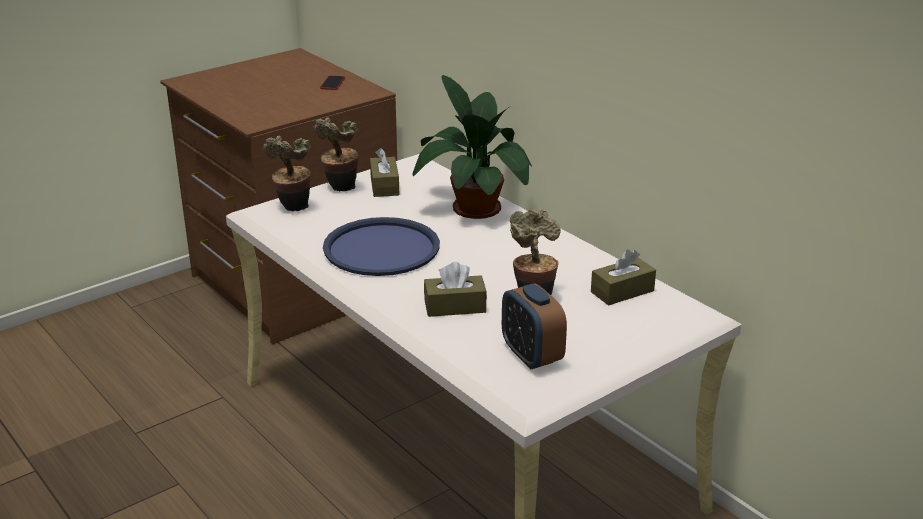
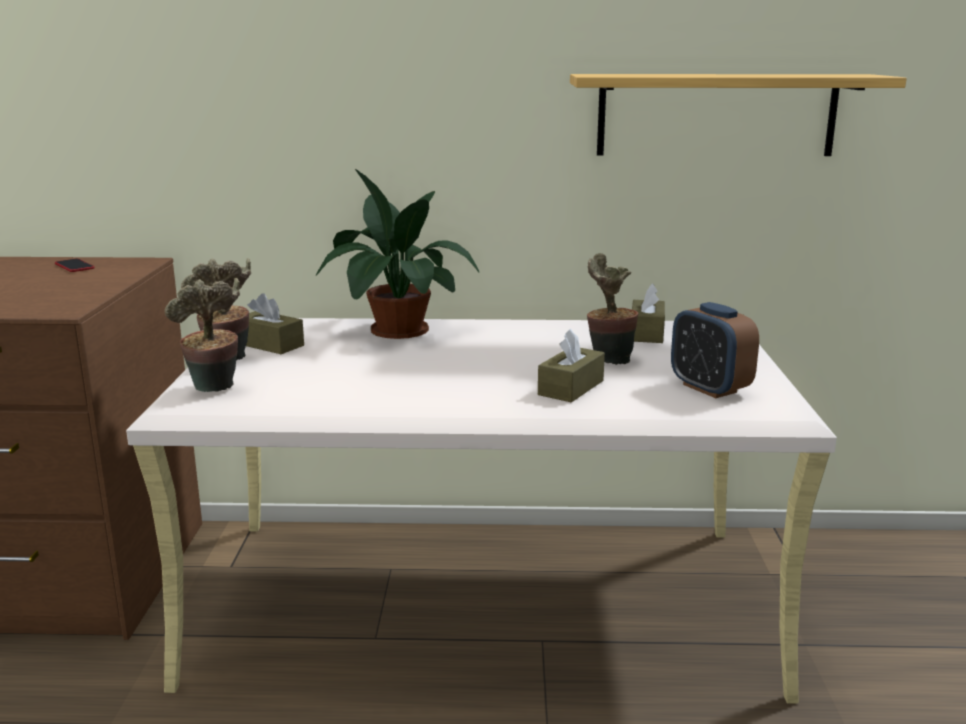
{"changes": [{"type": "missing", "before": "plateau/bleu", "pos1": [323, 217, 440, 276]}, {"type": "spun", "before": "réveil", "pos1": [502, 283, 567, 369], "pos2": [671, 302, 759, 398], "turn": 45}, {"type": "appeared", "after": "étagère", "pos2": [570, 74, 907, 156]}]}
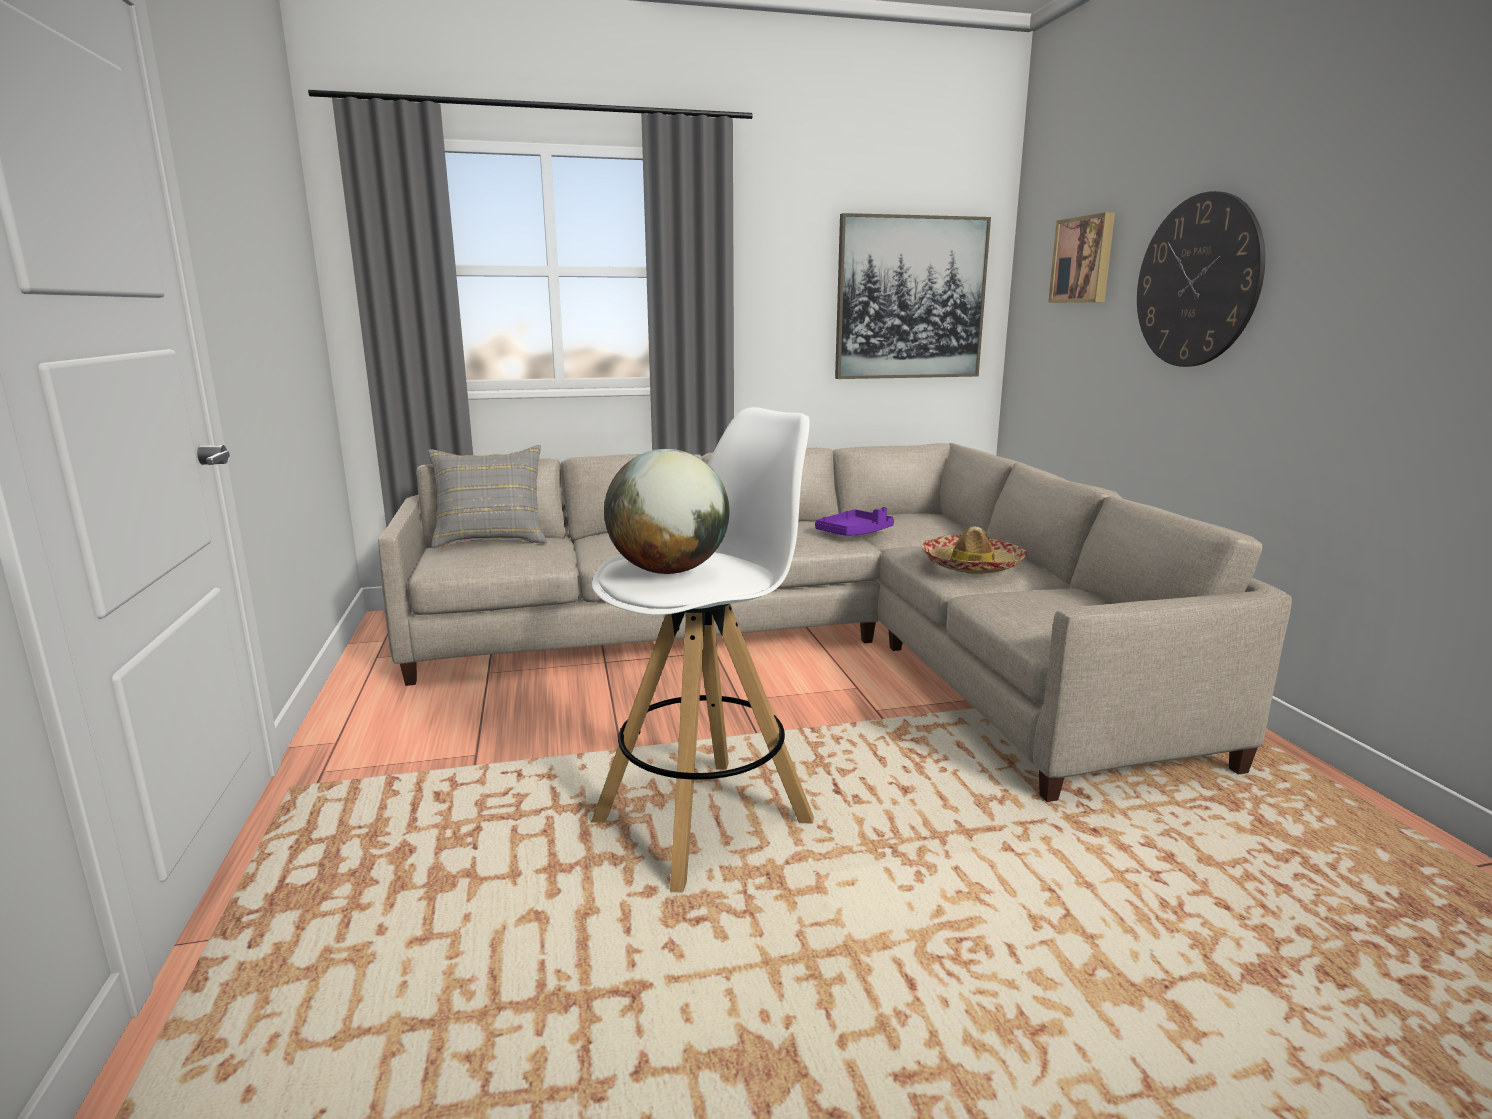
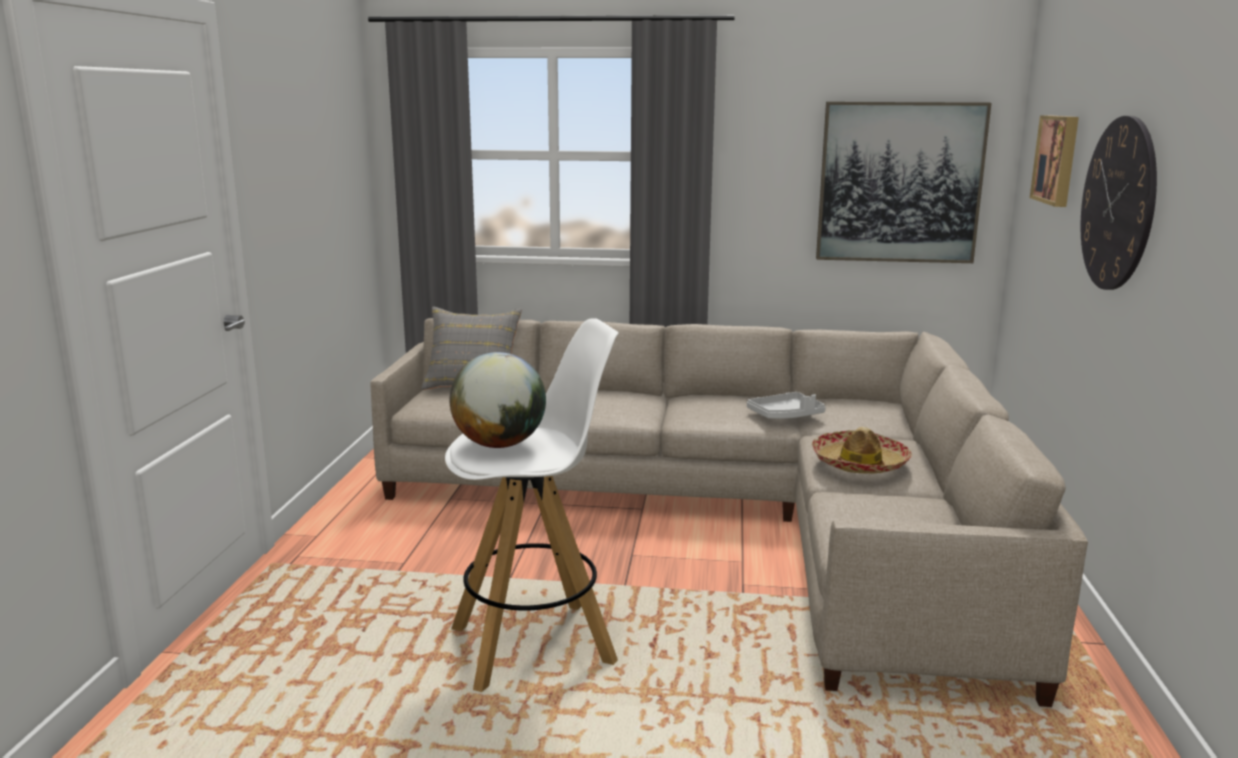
{"changes": [{"type": "colour", "before": "plateau/violet", "after": "plateau/gris", "pos1": [815, 507, 894, 536], "pos2": [747, 392, 826, 419]}]}
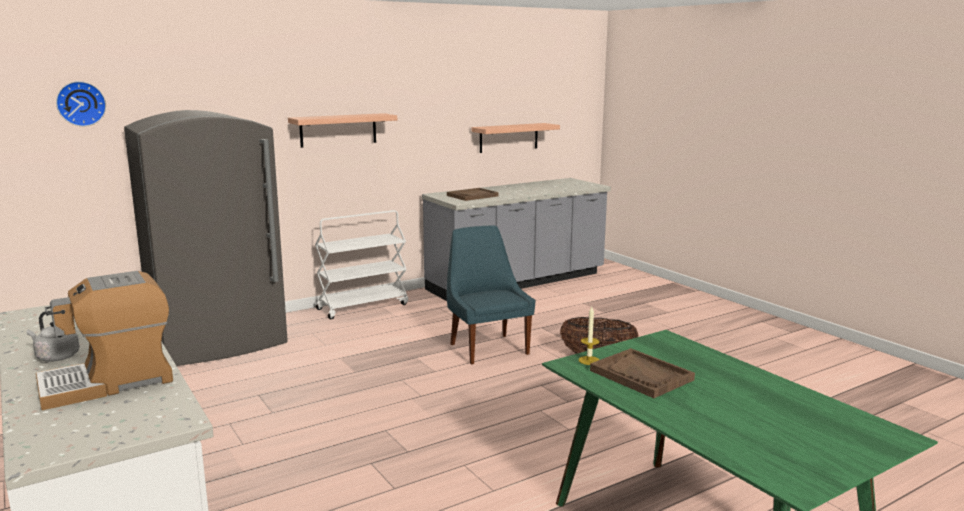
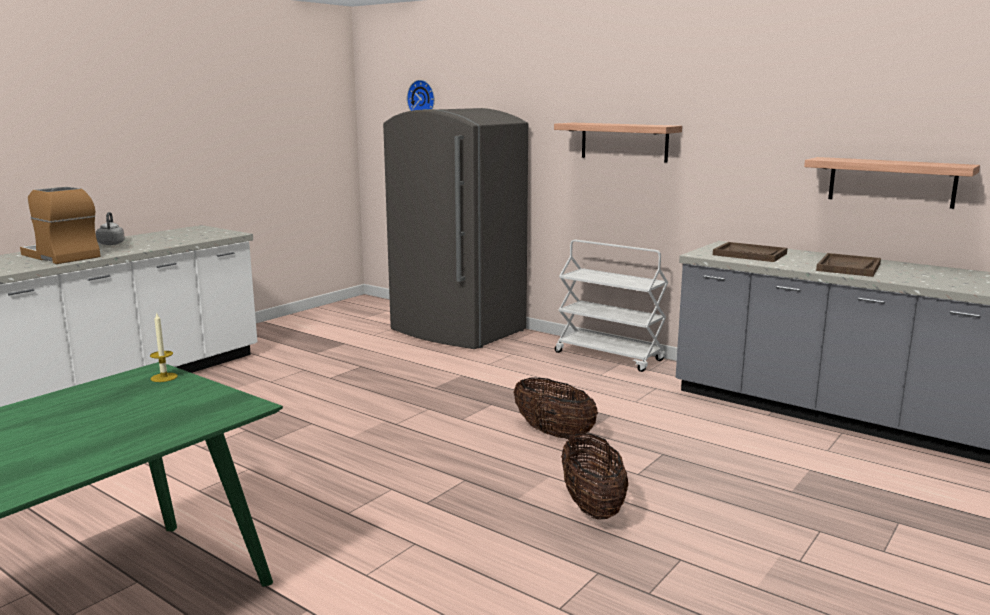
{"changes": [{"type": "exchanged", "before": "chaise/bleu", "after": "panier", "pos1": [447, 226, 535, 364], "pos2": [513, 377, 598, 439]}, {"type": "relocated", "before": "plateau/marron", "pos1": [590, 348, 695, 398], "pos2": [816, 253, 881, 277]}]}
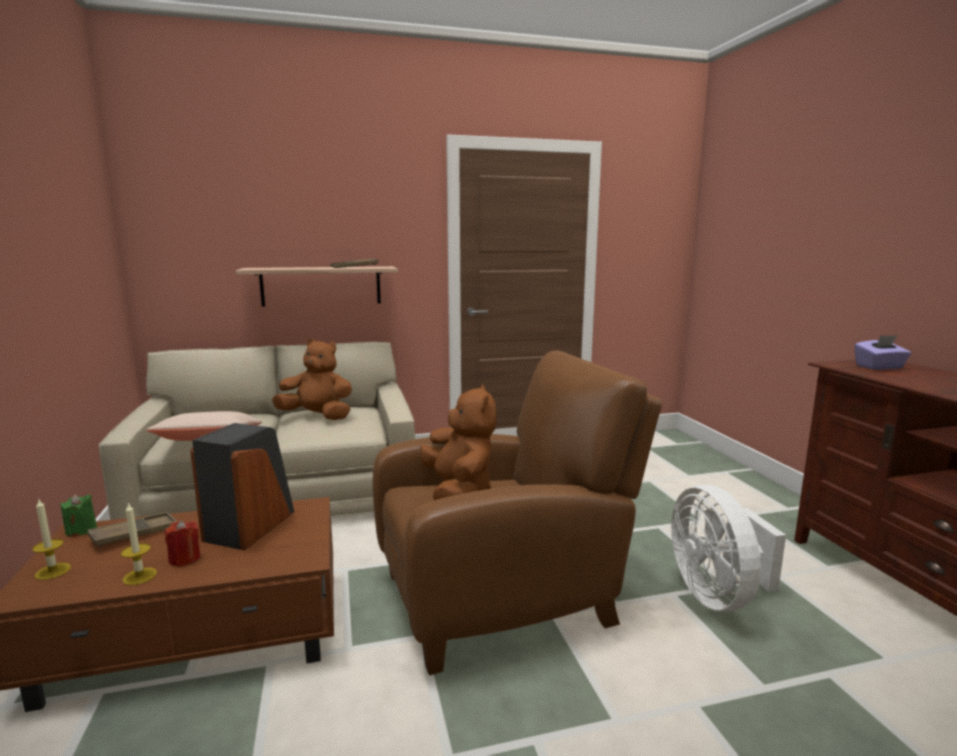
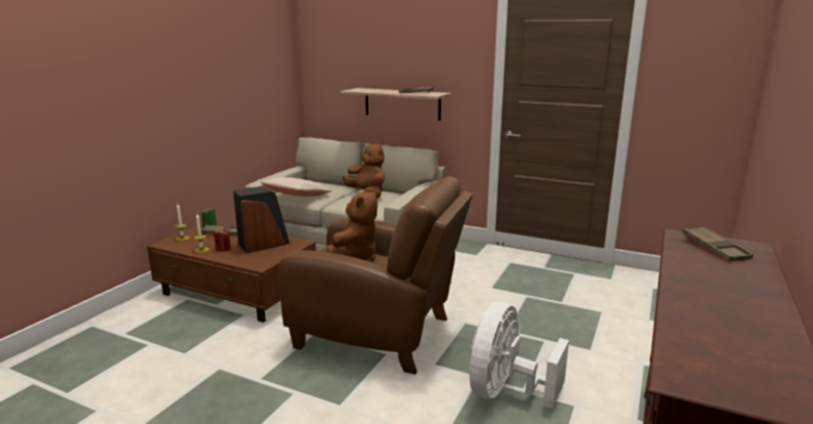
{"changes": [{"type": "exchanged", "before": "boîte à mouchoirs/violet", "after": "plateau/marron", "pos1": [854, 335, 911, 370], "pos2": [682, 227, 753, 261]}]}
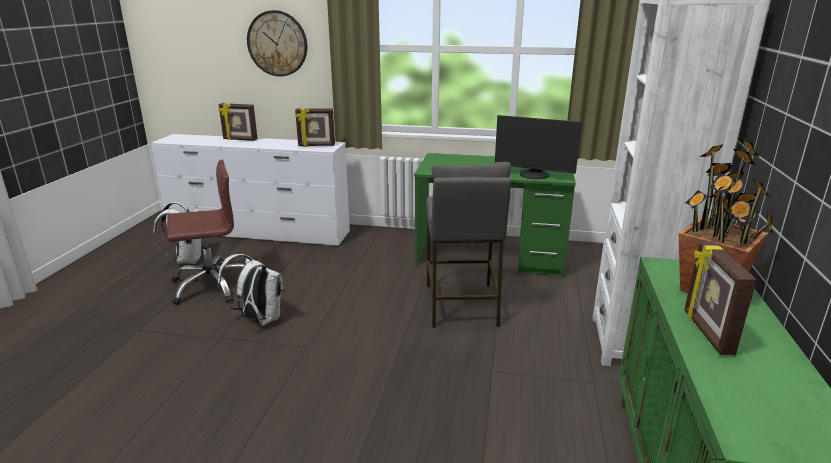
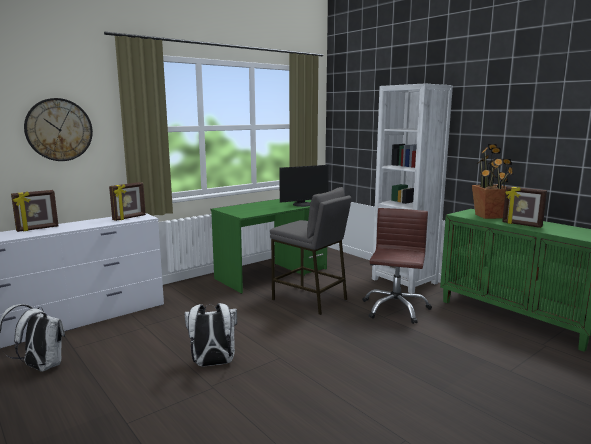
{"changes": [{"type": "relocated", "before": "chaise de bureau/marron", "pos1": [167, 160, 245, 305], "pos2": [362, 208, 432, 324]}]}
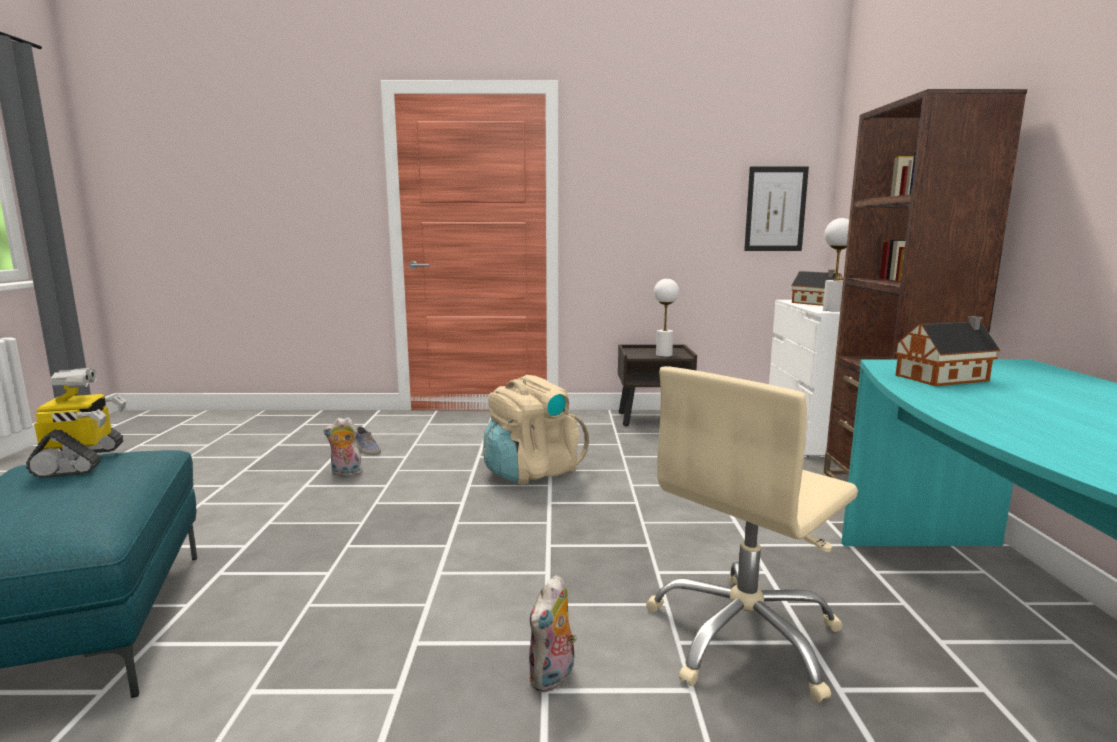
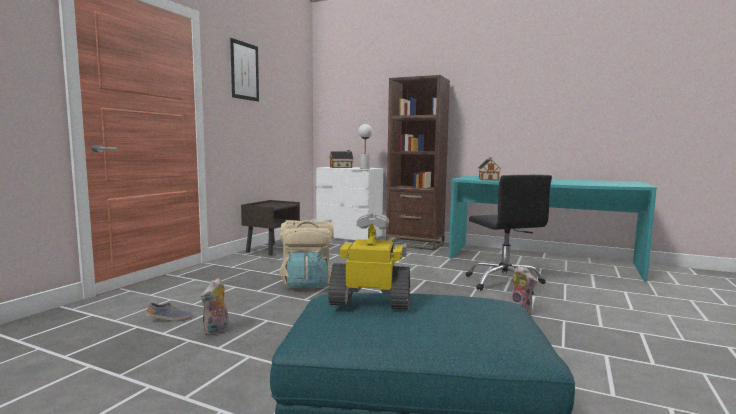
{"changes": [{"type": "relocated", "before": "tableau", "pos1": [744, 166, 809, 251], "pos2": [230, 38, 259, 102]}, {"type": "missing", "before": "lampe de table/blanc", "pos1": [654, 279, 679, 357]}, {"type": "colour", "before": "chaise de bureau/beige", "after": "chaise de bureau/noir", "pos1": [646, 366, 858, 702], "pos2": [466, 175, 552, 295]}]}
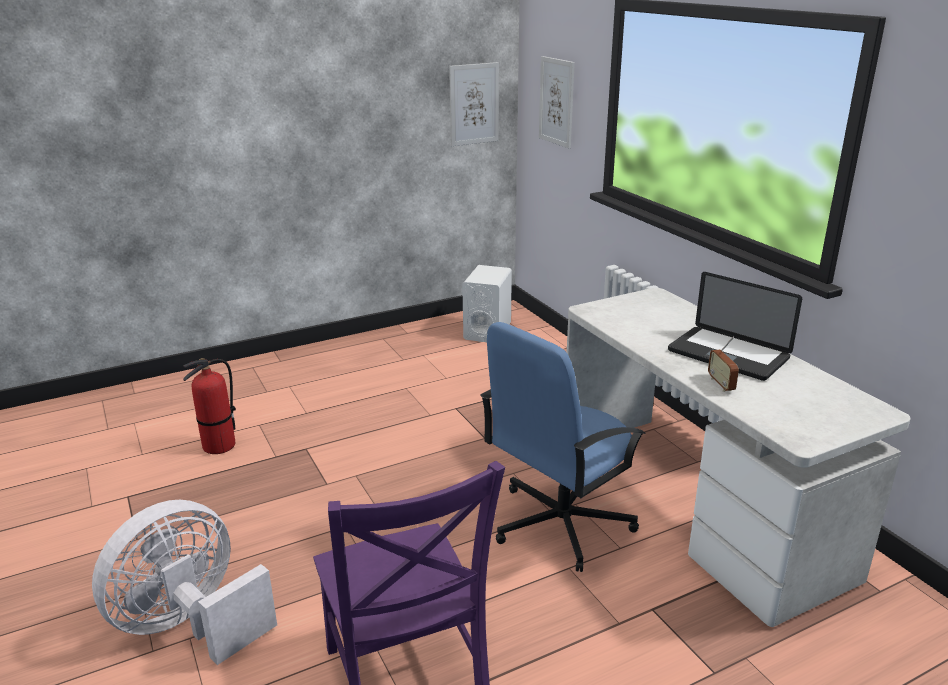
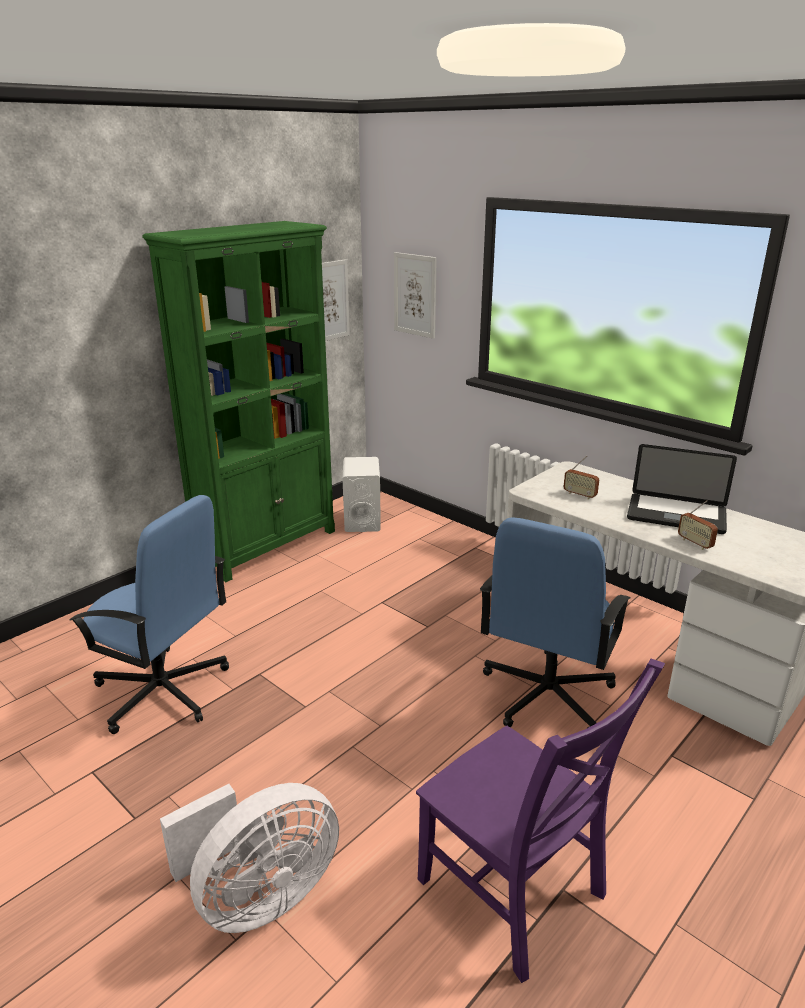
{"changes": [{"type": "exchanged", "before": "extincteur", "after": "chaise de bureau/bleu", "pos1": [183, 358, 236, 454], "pos2": [69, 495, 229, 734]}, {"type": "spun", "before": "ventilateur/blanc", "pos1": [92, 500, 277, 665], "pos2": [160, 783, 339, 933], "turn": -150}, {"type": "appeared", "after": "bibliothèque/vert", "pos2": [142, 221, 335, 582]}, {"type": "appeared", "after": "radio", "pos2": [564, 456, 599, 499]}]}
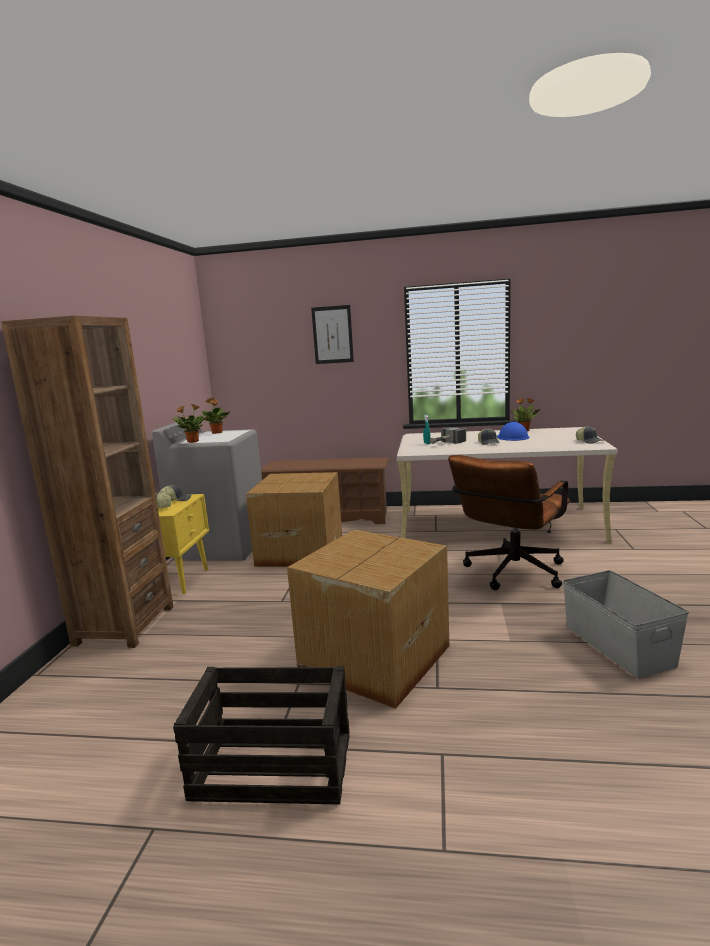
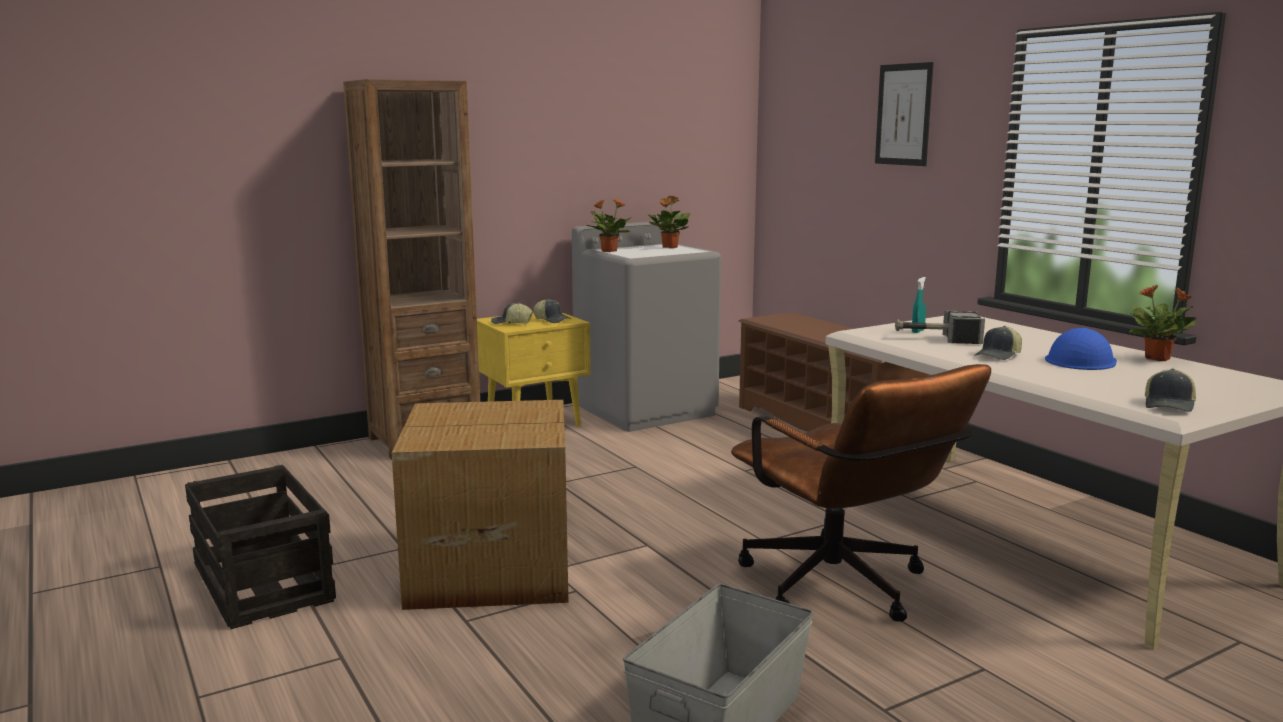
{"changes": [{"type": "spun", "before": "chaise de bureau/marron", "pos1": [448, 455, 570, 590], "pos2": [731, 364, 991, 622], "turn": -120}, {"type": "missing", "before": "carton", "pos1": [246, 472, 342, 567]}]}
